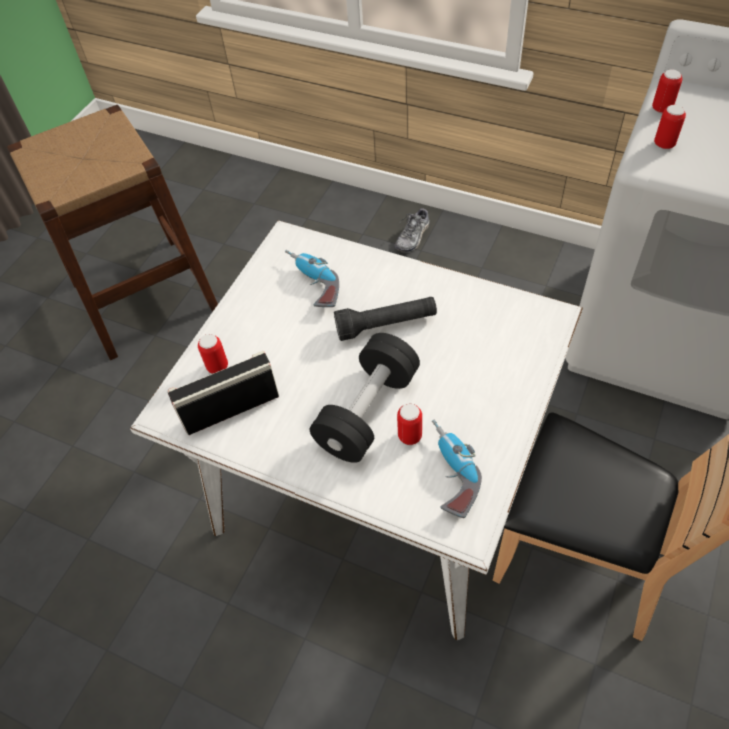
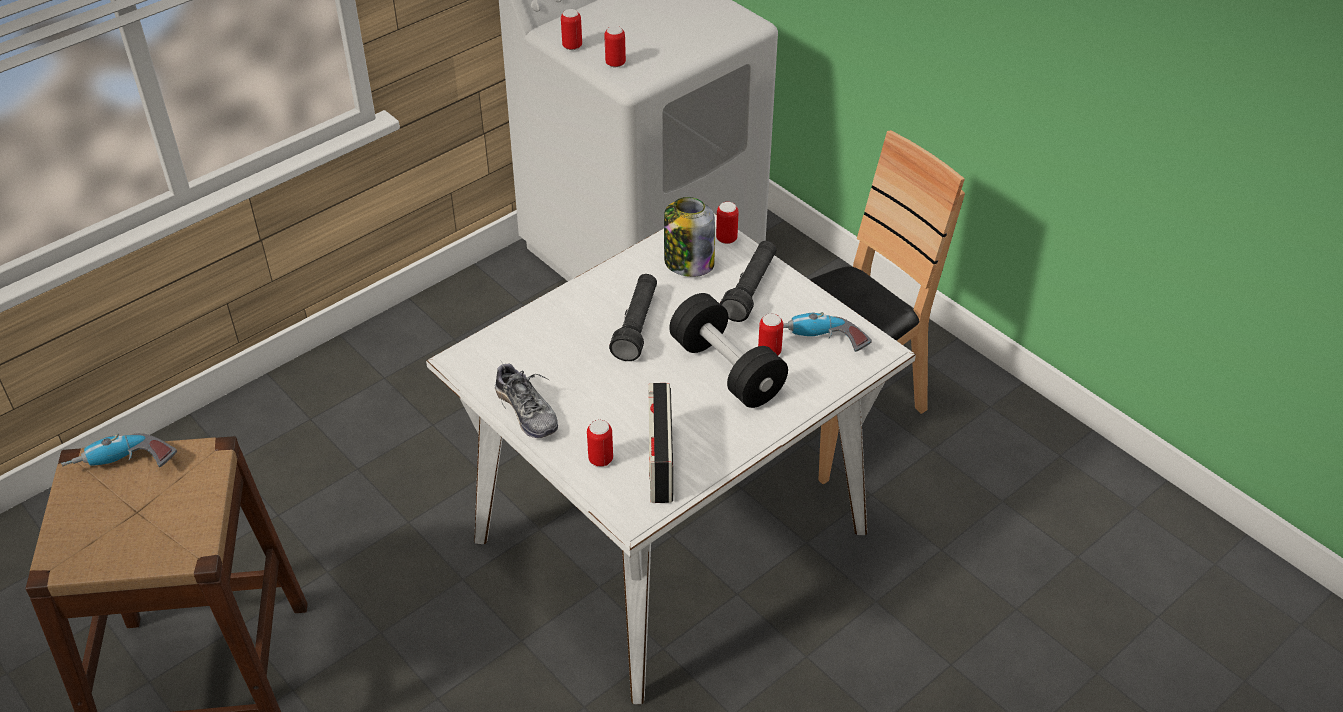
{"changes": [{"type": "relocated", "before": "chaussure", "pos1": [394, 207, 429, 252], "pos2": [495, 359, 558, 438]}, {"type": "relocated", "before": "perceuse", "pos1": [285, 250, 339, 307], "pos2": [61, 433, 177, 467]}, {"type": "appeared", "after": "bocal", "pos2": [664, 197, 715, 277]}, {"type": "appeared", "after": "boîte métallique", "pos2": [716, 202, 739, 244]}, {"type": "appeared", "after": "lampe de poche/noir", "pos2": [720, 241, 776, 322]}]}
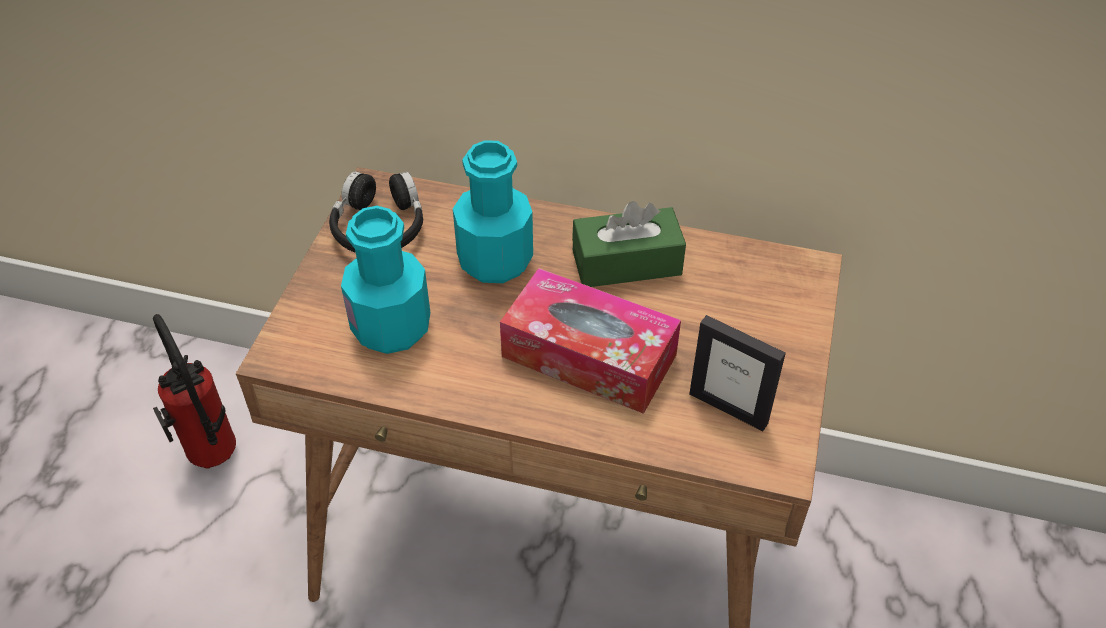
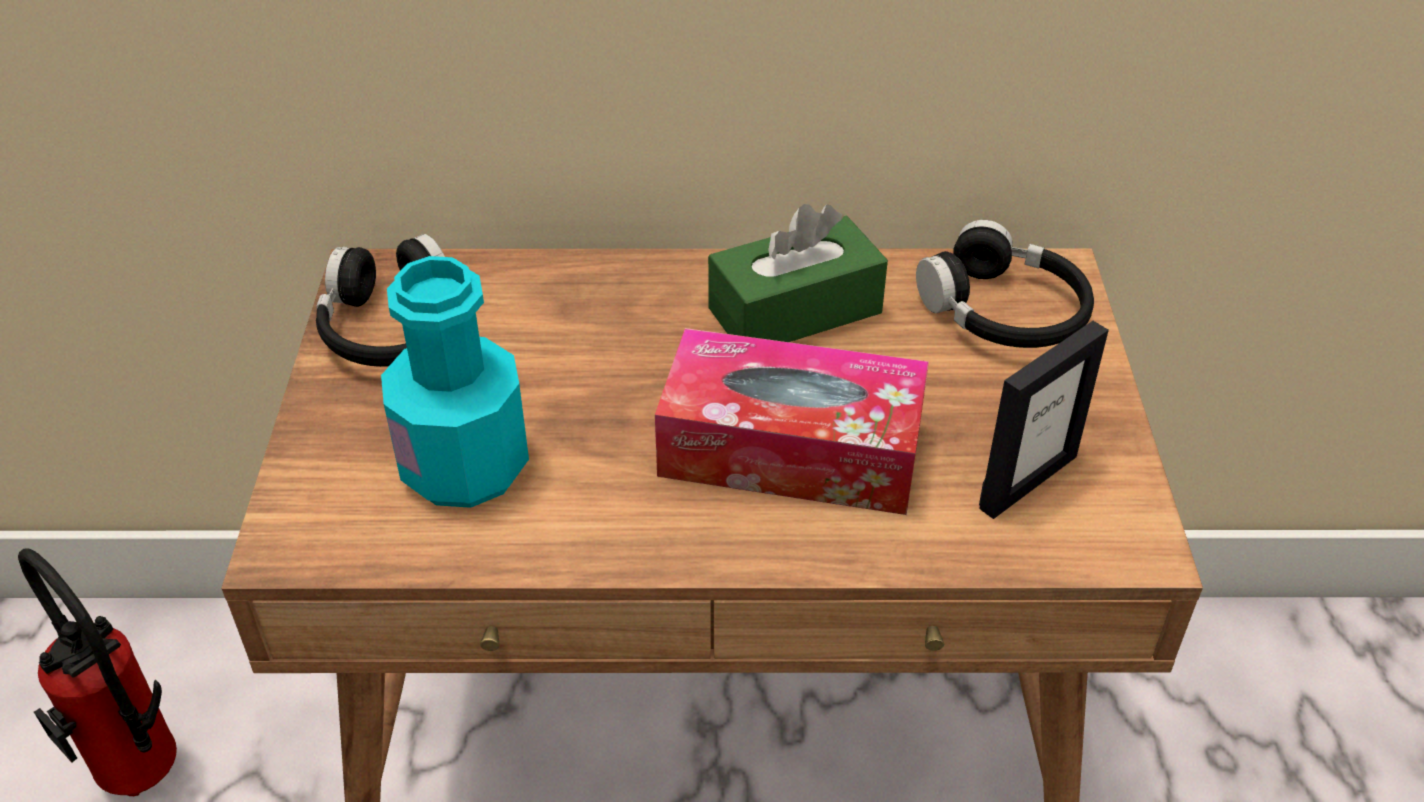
{"changes": [{"type": "missing", "before": "bouteille/turquoise", "pos1": [453, 140, 533, 283]}, {"type": "spun", "before": "cadre photo", "pos1": [689, 315, 786, 431], "pos2": [979, 321, 1109, 519], "turn": -60}, {"type": "appeared", "after": "casque audio/noir", "pos2": [916, 220, 1094, 348]}]}
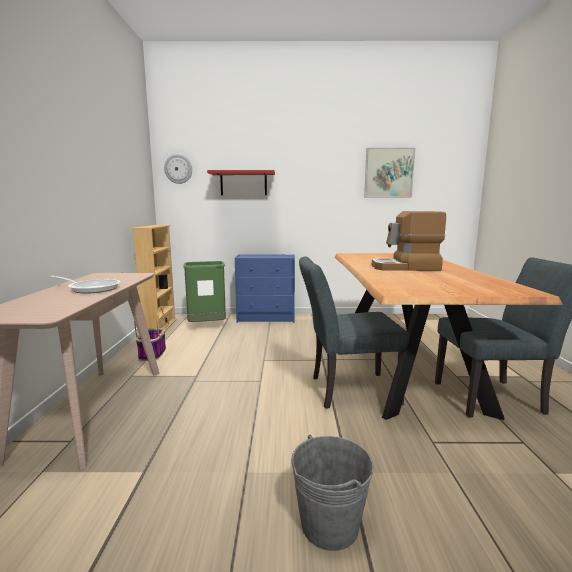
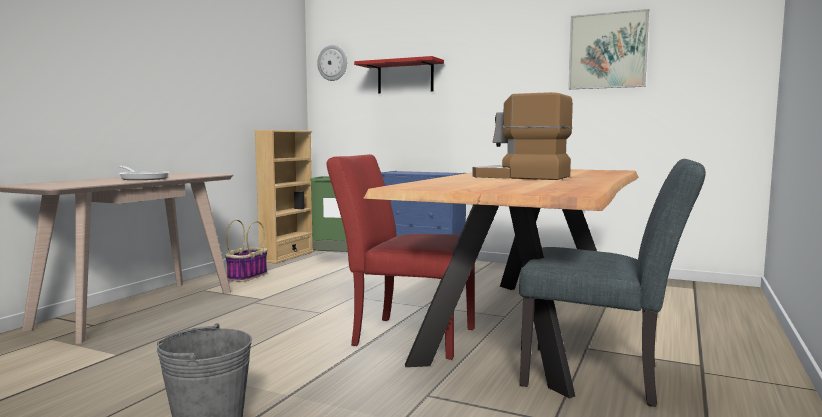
{"changes": [{"type": "colour", "before": "chaise/gris", "after": "chaise/rouge", "pos1": [299, 257, 410, 409], "pos2": [326, 154, 478, 360]}]}
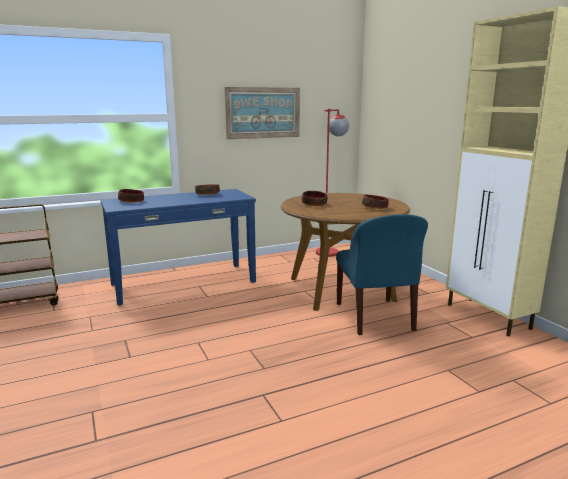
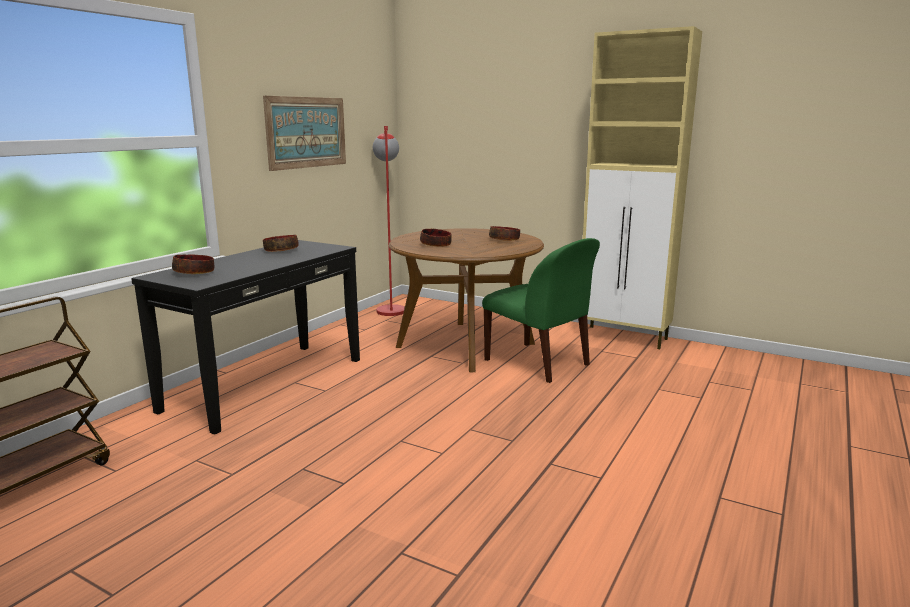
{"changes": [{"type": "colour", "before": "table console/bleu", "after": "table console/noir", "pos1": [100, 189, 256, 305], "pos2": [131, 240, 360, 435]}, {"type": "colour", "before": "chaise/bleu", "after": "chaise/vert", "pos1": [336, 214, 428, 335], "pos2": [482, 238, 600, 383]}]}
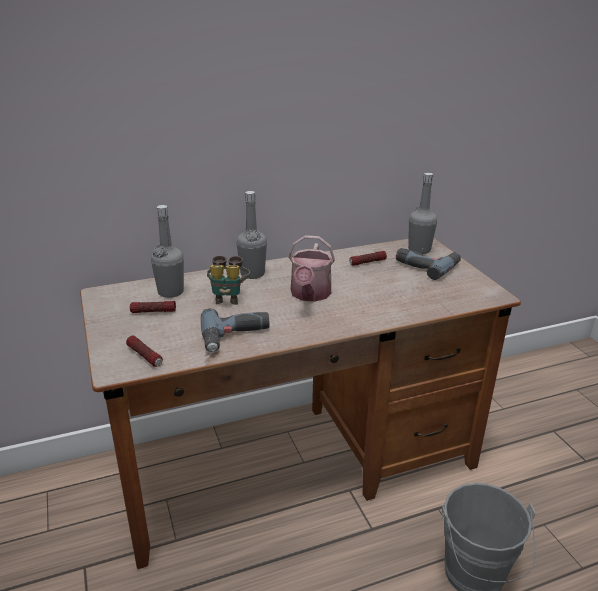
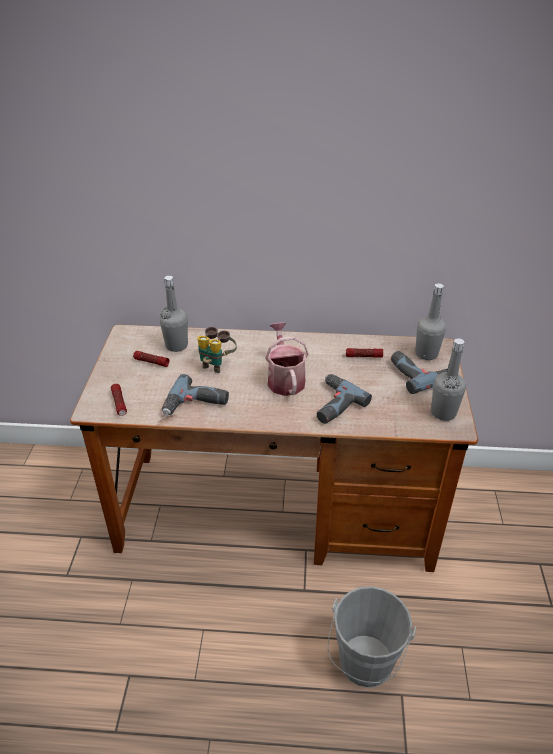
{"changes": [{"type": "relocated", "before": "bouteille/gris", "pos1": [237, 191, 267, 279], "pos2": [431, 338, 466, 421]}, {"type": "spun", "before": "arrosoir", "pos1": [288, 235, 335, 302], "pos2": [265, 322, 309, 396], "turn": 135}, {"type": "appeared", "after": "perceuse", "pos2": [317, 374, 372, 424]}]}
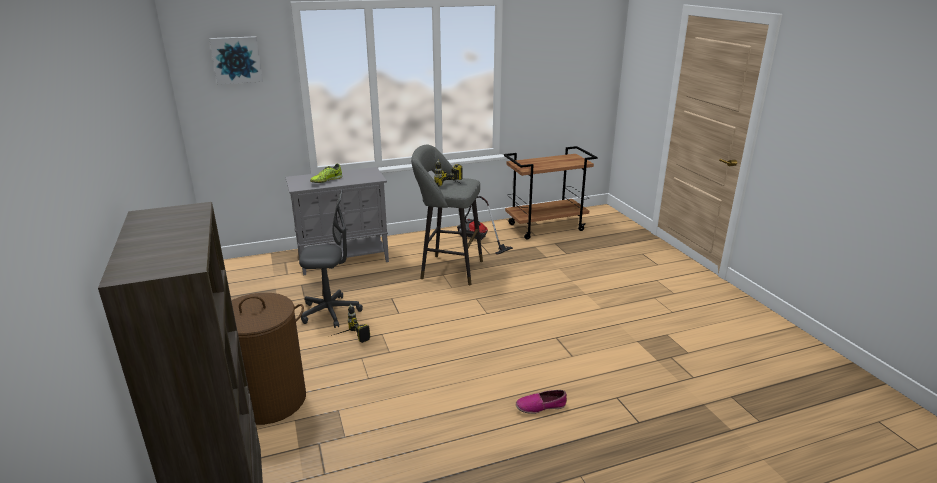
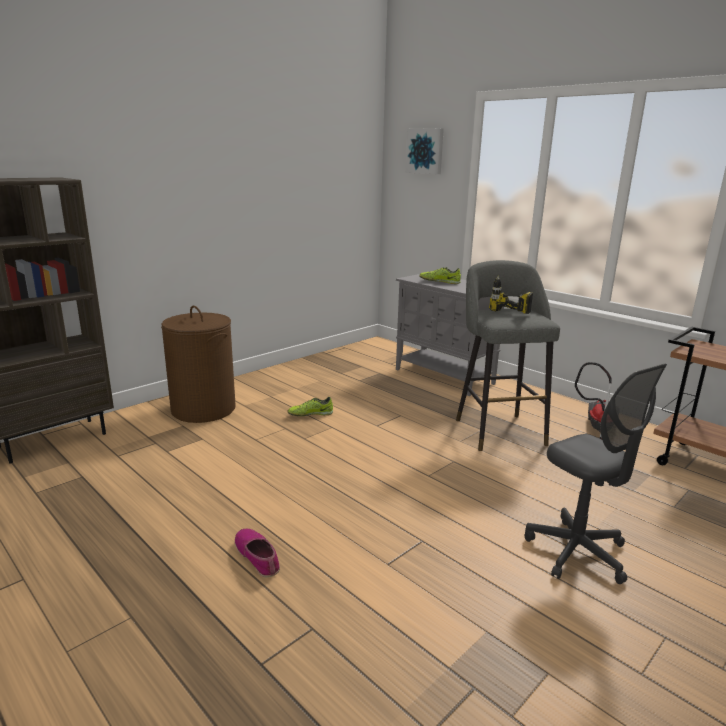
{"changes": [{"type": "relocated", "before": "chaise de bureau/gris", "pos1": [299, 190, 363, 328], "pos2": [525, 364, 667, 584]}, {"type": "exchanged", "before": "perceuse", "after": "chaussure", "pos1": [331, 304, 370, 343], "pos2": [288, 397, 333, 416]}]}
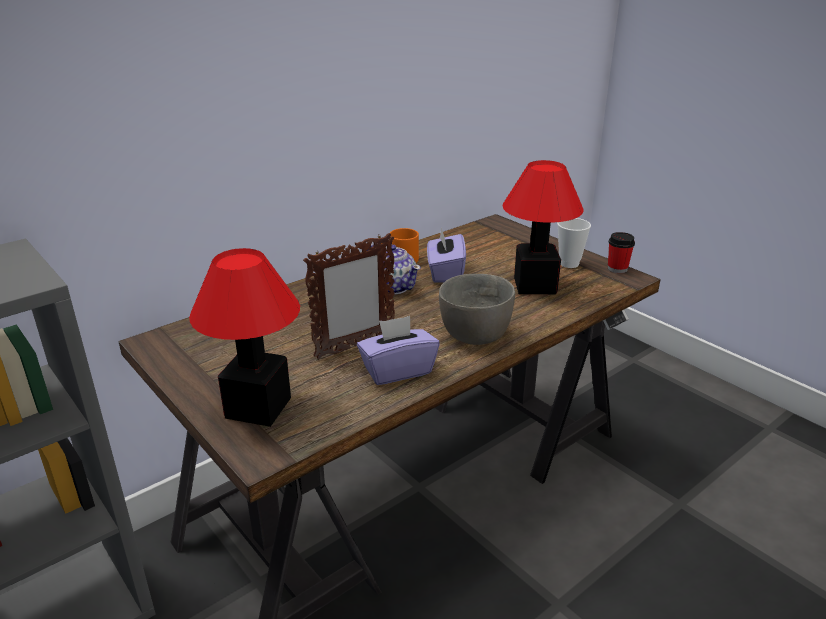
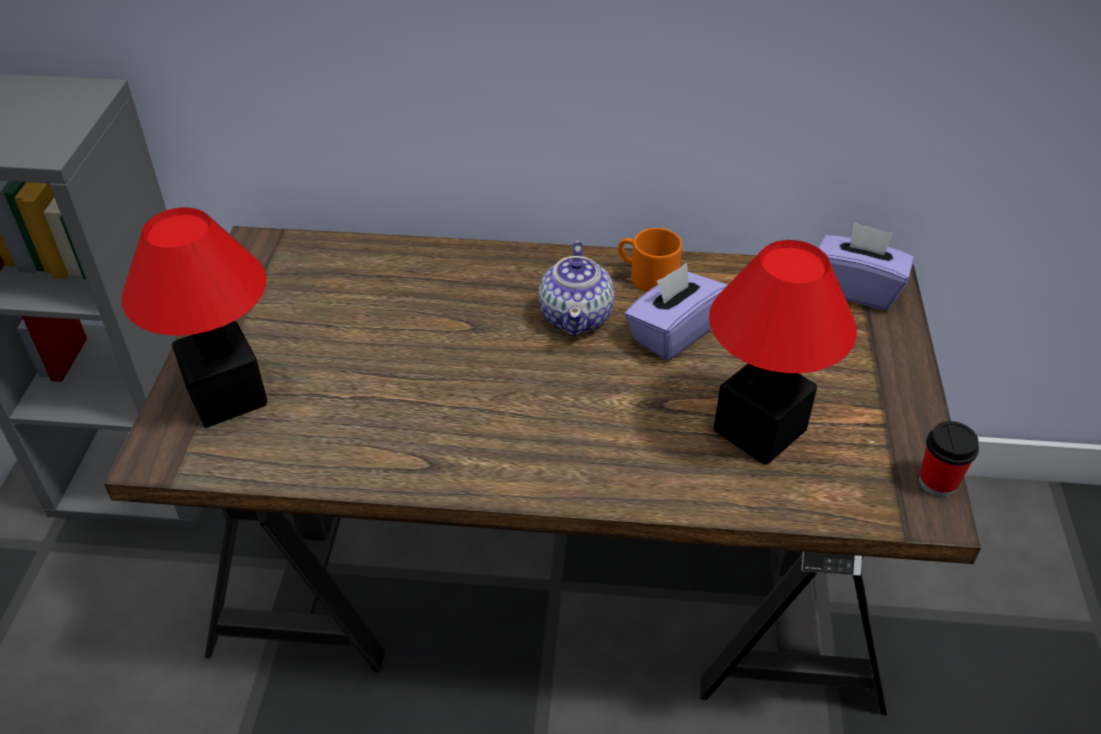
{"changes": [{"type": "missing", "before": "tasse", "pos1": [557, 218, 591, 268]}, {"type": "missing", "before": "cadre photo", "pos1": [303, 233, 395, 359]}, {"type": "missing", "before": "bol/gris", "pos1": [439, 274, 515, 345]}, {"type": "relocated", "before": "boîte à mouchoirs/violet", "pos1": [357, 316, 440, 385], "pos2": [819, 222, 914, 310]}]}
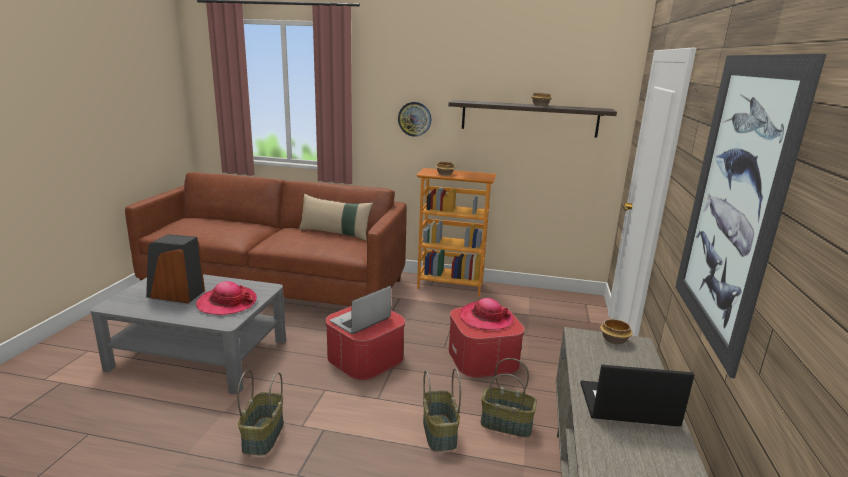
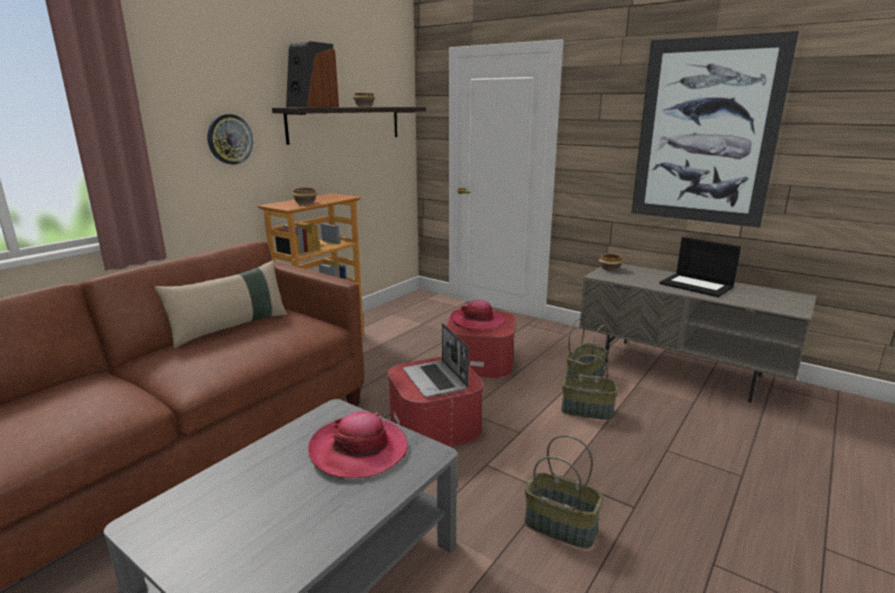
{"changes": [{"type": "relocated", "before": "enceinte", "pos1": [146, 234, 205, 303], "pos2": [286, 41, 339, 108]}, {"type": "spun", "before": "ordinateur portable", "pos1": [580, 365, 694, 427], "pos2": [659, 237, 741, 297], "turn": -75}]}
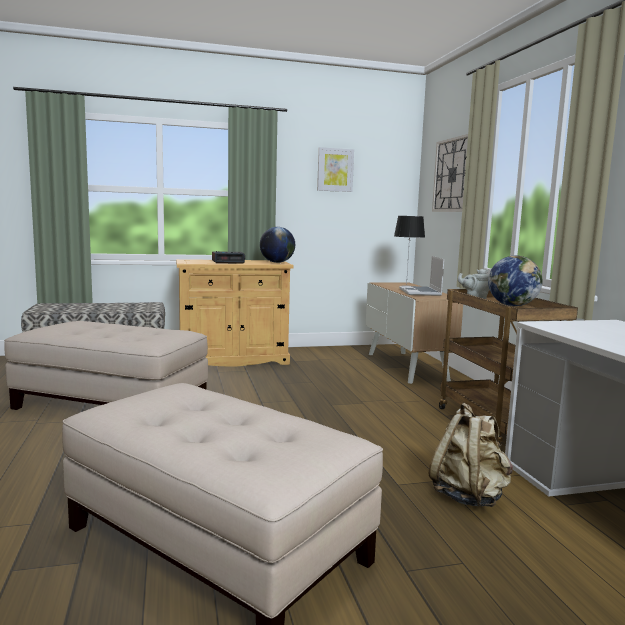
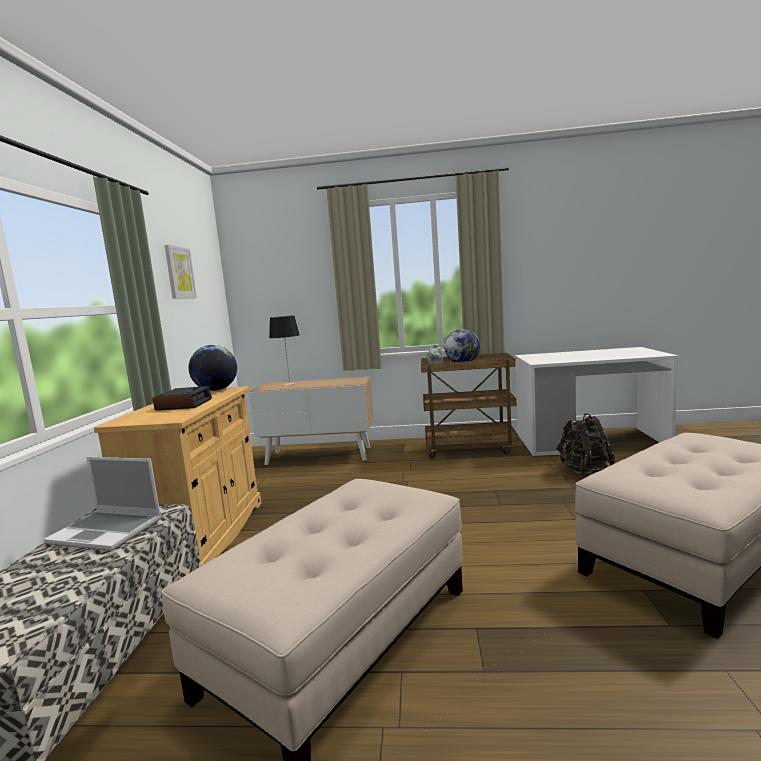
{"changes": [{"type": "missing", "before": "horloge murale", "pos1": [432, 134, 468, 212]}, {"type": "relocated", "before": "ordinateur portable", "pos1": [399, 256, 444, 296], "pos2": [43, 457, 162, 551]}, {"type": "colour", "before": "sac à dos/beige", "after": "sac à dos/noir", "pos1": [429, 403, 513, 507], "pos2": [556, 414, 615, 476]}]}
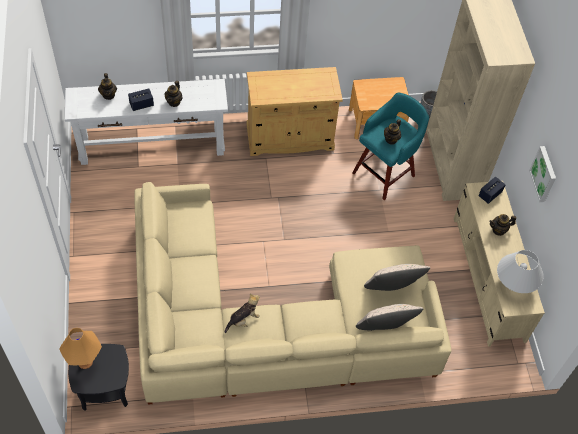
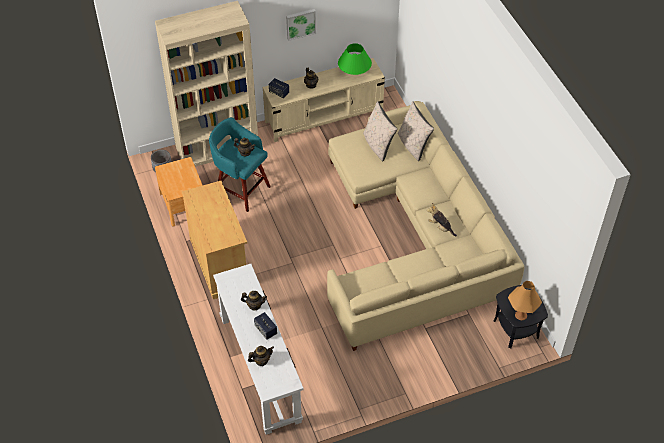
{"changes": [{"type": "colour", "before": "lampe de table/blanc", "after": "lampe de table/vert", "pos1": [497, 250, 543, 293], "pos2": [338, 43, 372, 75]}]}
